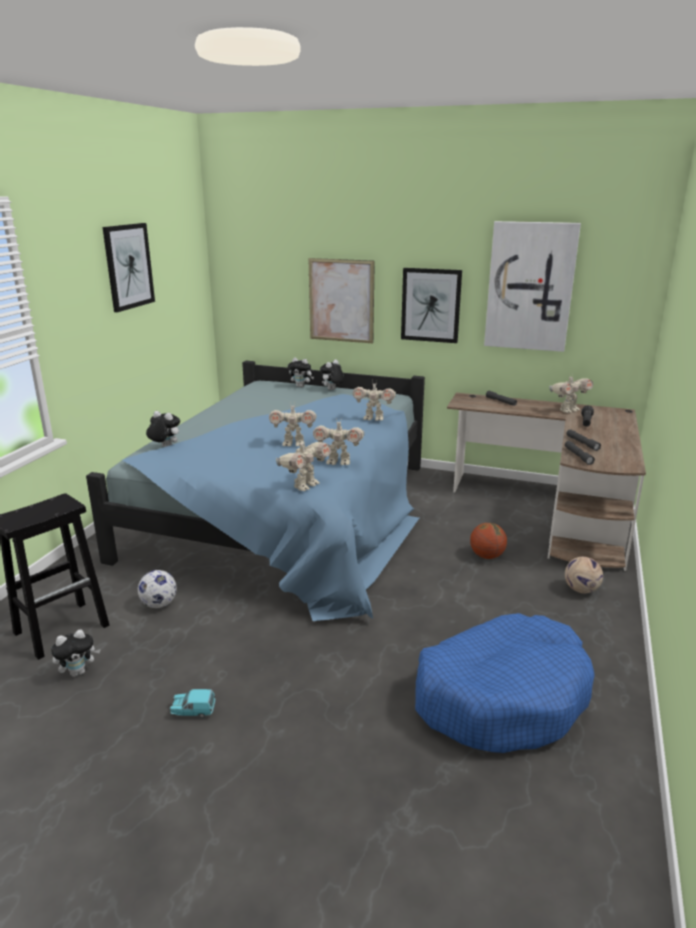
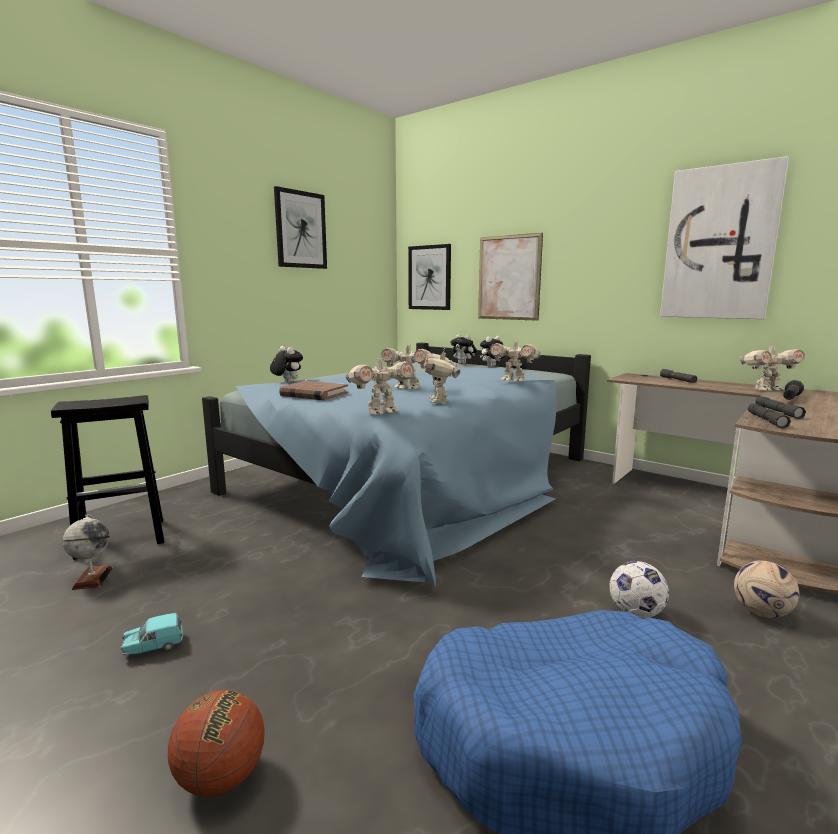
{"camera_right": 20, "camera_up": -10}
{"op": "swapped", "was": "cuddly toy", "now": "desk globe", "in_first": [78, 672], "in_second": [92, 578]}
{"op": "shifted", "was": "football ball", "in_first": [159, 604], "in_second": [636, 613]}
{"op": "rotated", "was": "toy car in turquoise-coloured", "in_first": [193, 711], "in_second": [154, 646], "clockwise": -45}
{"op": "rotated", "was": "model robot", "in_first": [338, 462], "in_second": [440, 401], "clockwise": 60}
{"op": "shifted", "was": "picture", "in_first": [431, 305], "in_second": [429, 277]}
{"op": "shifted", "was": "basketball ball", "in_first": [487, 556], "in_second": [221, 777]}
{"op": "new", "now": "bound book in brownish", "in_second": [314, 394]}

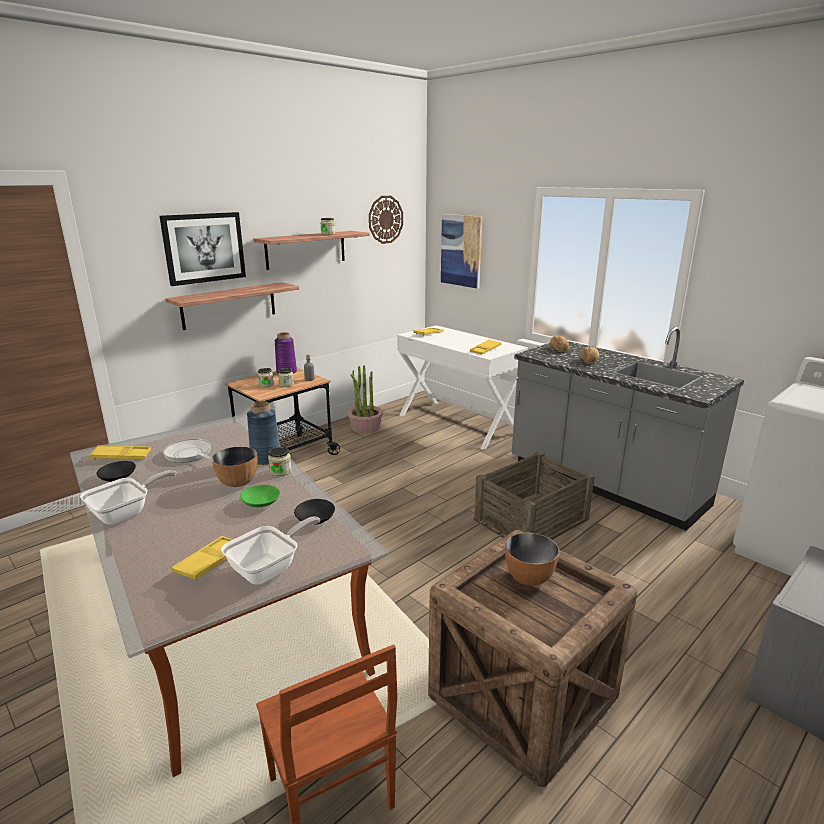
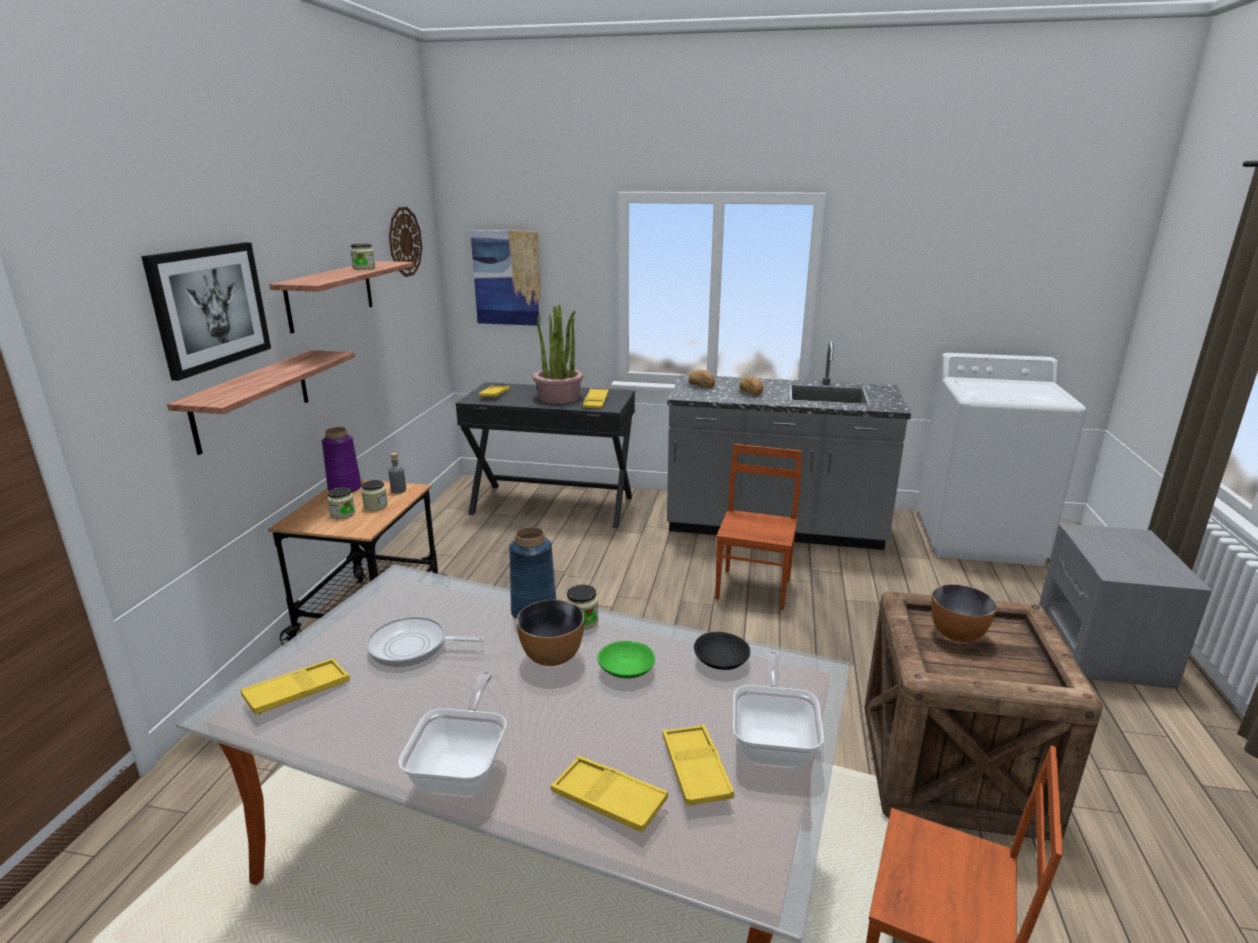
{"camera_right": -35, "camera_up": 0}
{"op": "gone", "was": "serving bowl in blackish", "in_first": [117, 477]}
{"op": "shifted", "was": "houseplant", "in_first": [365, 427], "in_second": [559, 397]}
{"op": "repainted", "was": "desk table in whitish", "now": "desk table in blackish", "in_first": [458, 423], "in_second": [553, 505]}
{"op": "swapped", "was": "crate", "now": "plain chair in brownish", "in_first": [532, 519], "in_second": [754, 588]}
{"op": "new", "now": "tray in yellow", "in_second": [608, 799]}

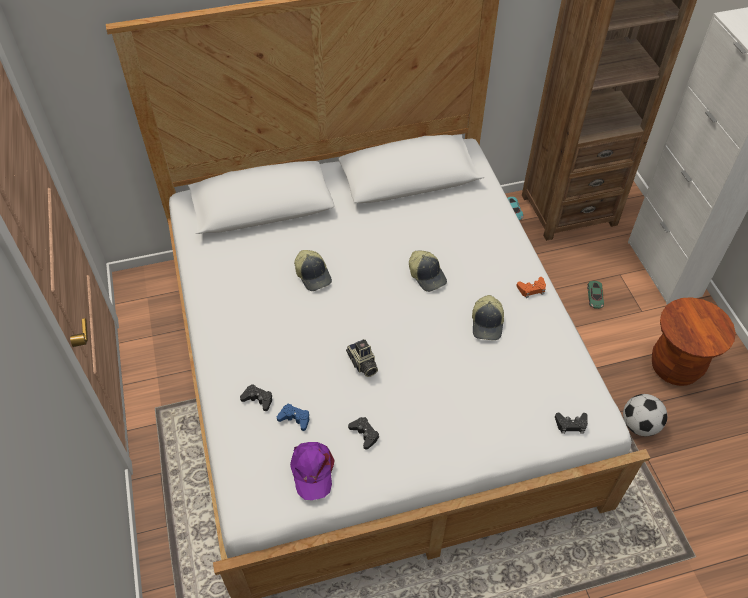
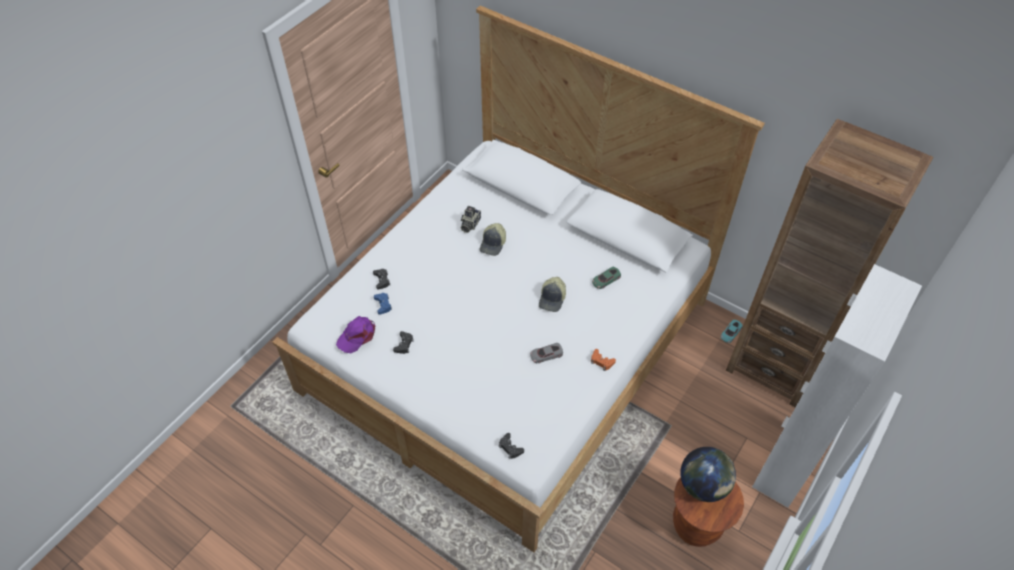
{"camera_right": 50, "camera_up": 0}
{"op": "shifted", "was": "photo camera", "in_first": [362, 364], "in_second": [469, 224]}
{"op": "swapped", "was": "baseball cap", "now": "toy car in grey", "in_first": [487, 323], "in_second": [546, 354]}
{"op": "shifted", "was": "toy car in green-coloured", "in_first": [595, 296], "in_second": [606, 279]}
{"op": "gone", "was": "football ball", "in_first": [639, 425]}
{"op": "new", "now": "desk globe", "in_second": [703, 486]}

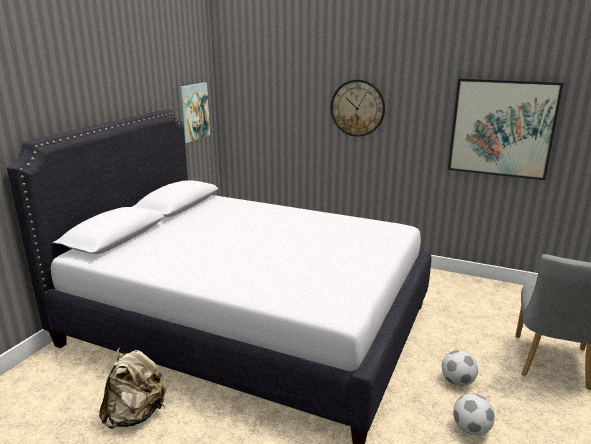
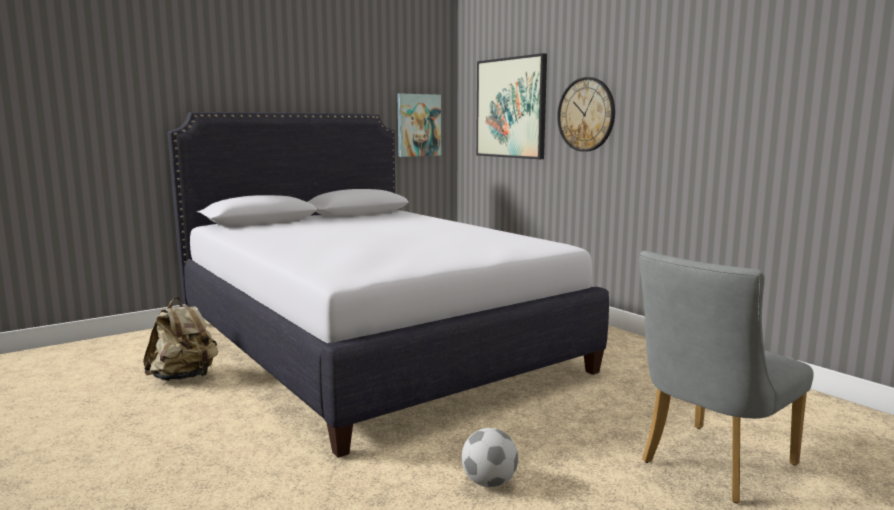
{"camera_right": 30, "camera_up": -10}
{"op": "gone", "was": "football ball", "in_first": [457, 382]}
{"op": "shifted", "was": "picture", "in_first": [502, 128], "in_second": [511, 108]}

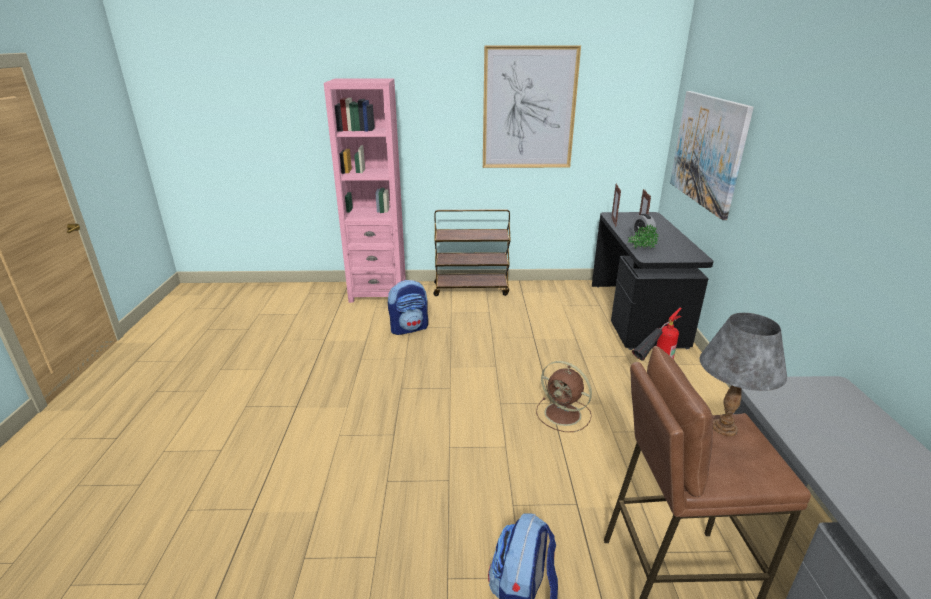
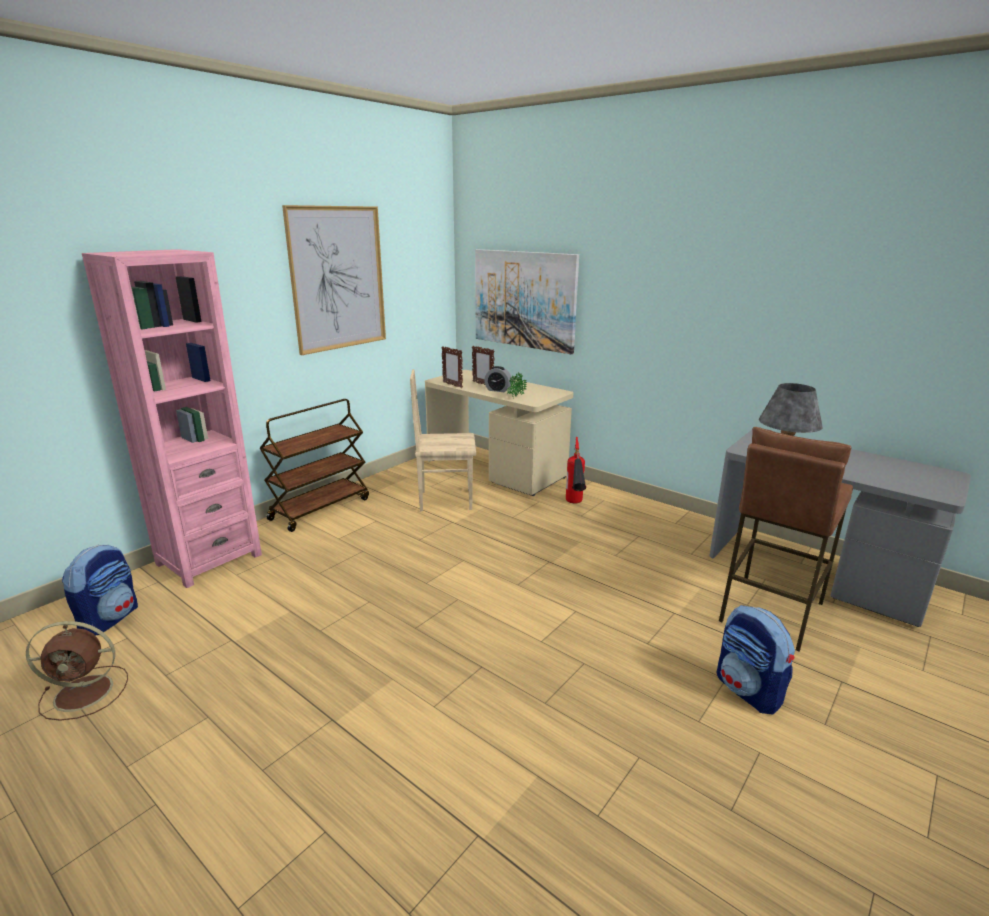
{"camera_right": -50, "camera_up": -5}
{"op": "shifted", "was": "knapsack", "in_first": [409, 328], "in_second": [110, 618]}
{"op": "shifted", "was": "cooling fan in brownish", "in_first": [564, 414], "in_second": [86, 692]}
{"op": "repainted", "was": "desk table in blackish", "now": "desk table in beige", "in_first": [637, 315], "in_second": [496, 469]}
{"op": "new", "now": "plain chair in beige", "in_second": [445, 500]}

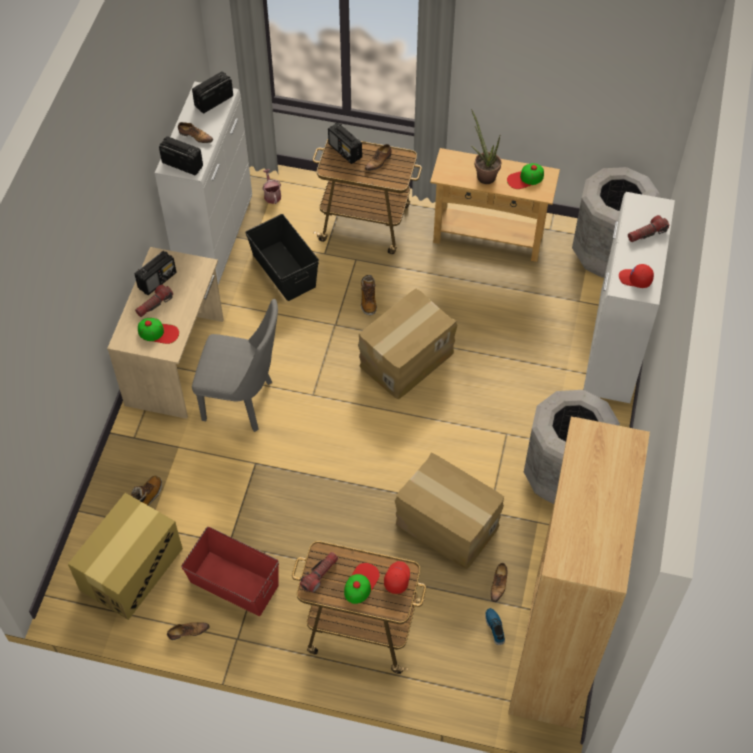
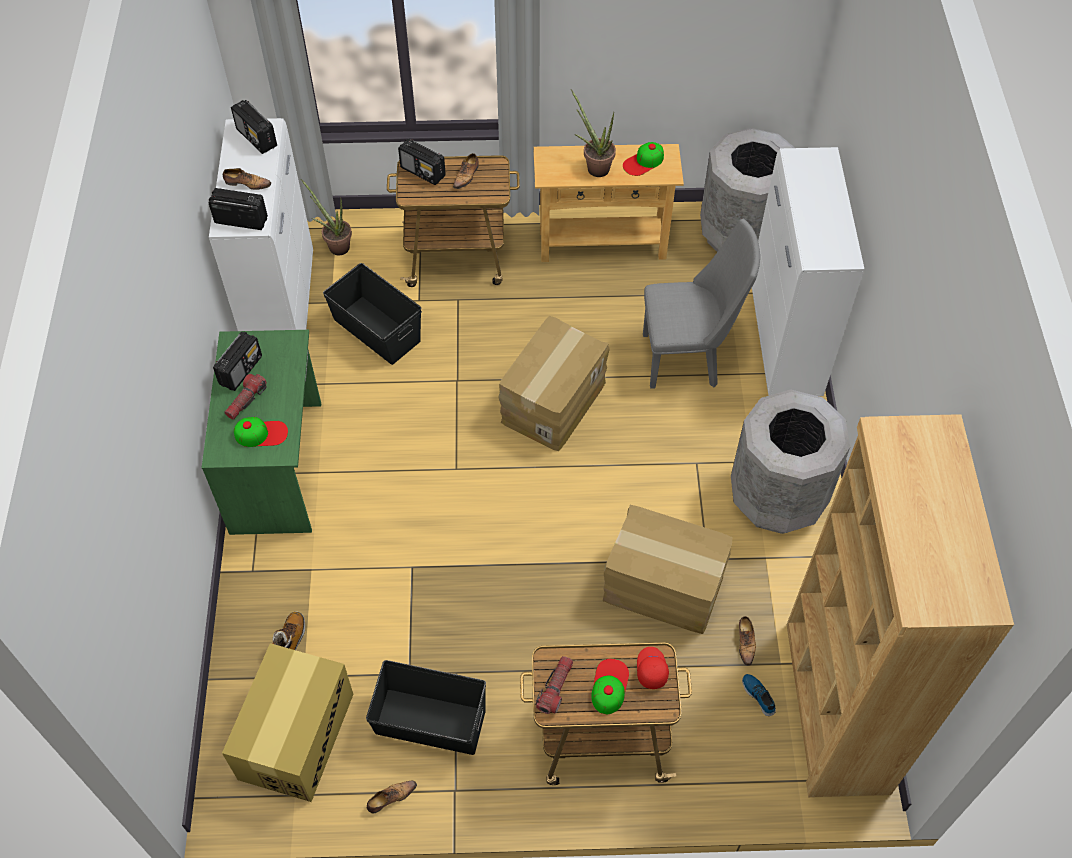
{"camera_right": -15, "camera_up": 0}
{"op": "repainted", "was": "desk table in beige", "now": "desk table in green-coloured", "in_first": [177, 361], "in_second": [279, 466]}
{"op": "repainted", "was": "storage box in reddish", "now": "storage box in blackish", "in_first": [234, 582], "in_second": [430, 720]}
{"op": "rotated", "was": "radio set", "in_first": [213, 101], "in_second": [257, 138], "clockwise": -75}
{"op": "shifted", "was": "plain chair in grey", "in_first": [244, 402], "in_second": [687, 358]}
{"op": "swapped", "was": "watering pot", "now": "houseplant", "in_first": [272, 195], "in_second": [335, 245]}
{"op": "gone", "was": "high-top boot", "in_first": [368, 301]}
{"op": "gone", "was": "baseball cap in reddish", "in_first": [635, 279]}
{"op": "gone", "was": "flashlight", "in_first": [647, 233]}

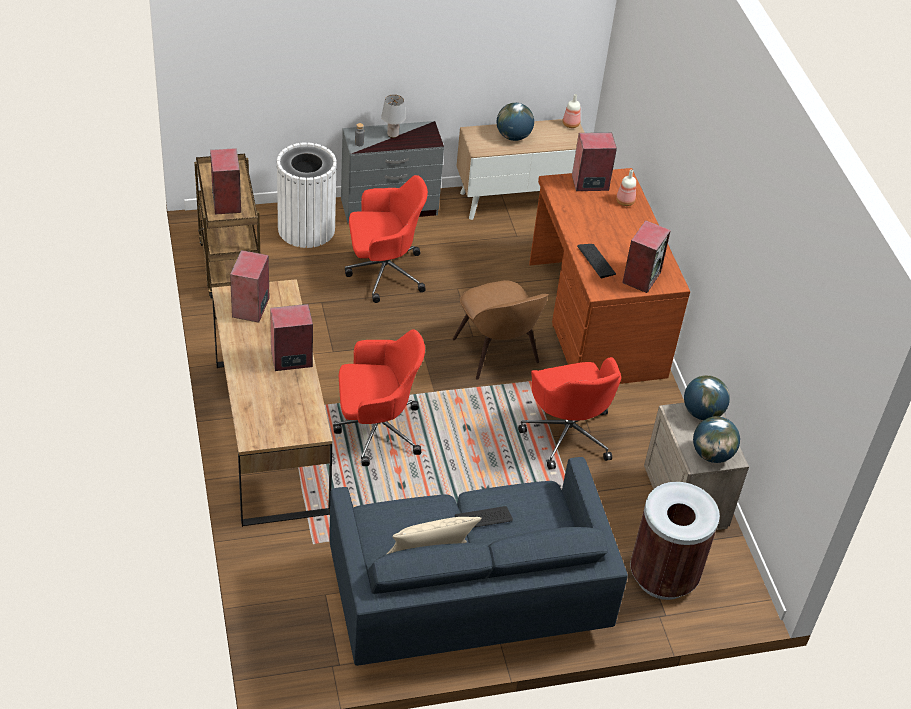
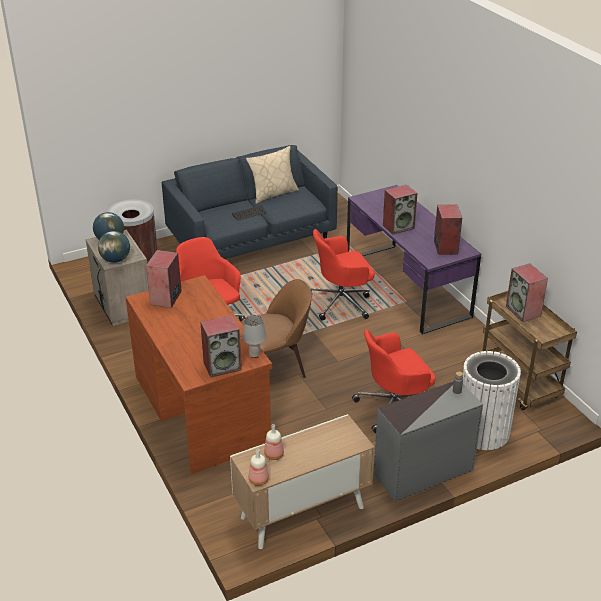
{"camera_right": 170, "camera_up": -10}
{"op": "repainted", "was": "desk table in brownish", "now": "desk table in purple-coloured", "in_first": [271, 436], "in_second": [406, 287]}
{"op": "shifted", "was": "table lamp in grey", "in_first": [393, 135], "in_second": [254, 354]}
{"op": "rotated", "was": "plain chair in brownish", "in_first": [497, 353], "in_second": [275, 366], "clockwise": 105}
{"op": "gone", "was": "desk globe", "in_first": [513, 136]}
{"op": "gone", "was": "keyboard", "in_first": [596, 261]}
{"op": "shifted", "was": "bottle", "in_first": [625, 202], "in_second": [274, 454]}

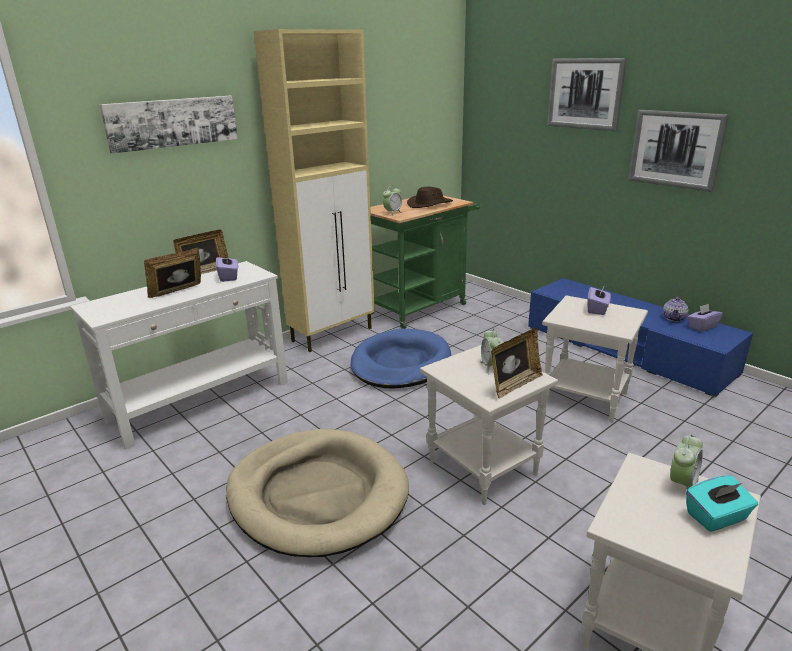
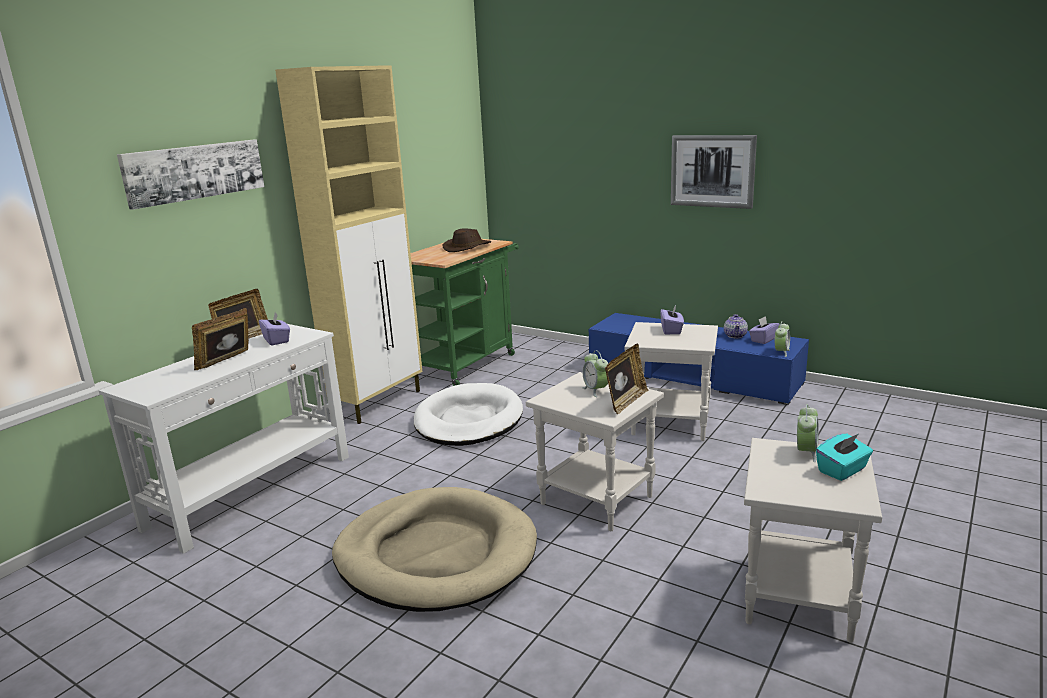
{"camera_right": -15, "camera_up": -5}
{"op": "repainted", "was": "dog bed in bluish", "now": "dog bed in whitish", "in_first": [400, 363], "in_second": [468, 420]}
{"op": "shifted", "was": "bedside clock", "in_first": [392, 213], "in_second": [781, 352]}
{"op": "gone", "was": "picture", "in_first": [585, 94]}

